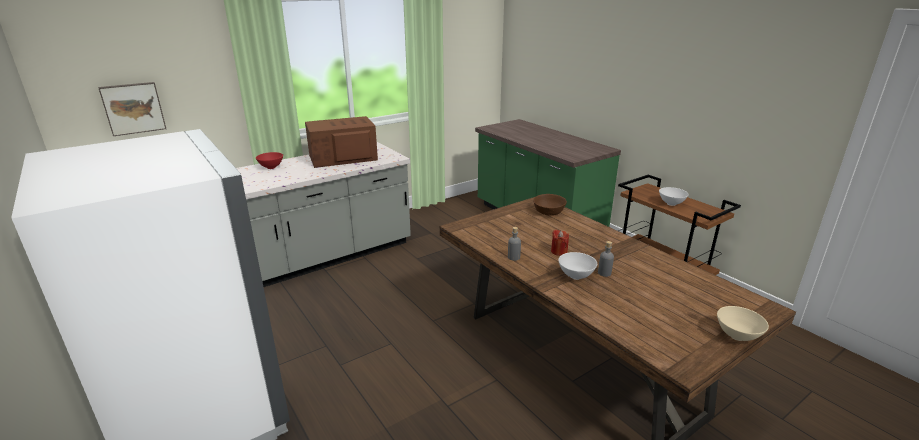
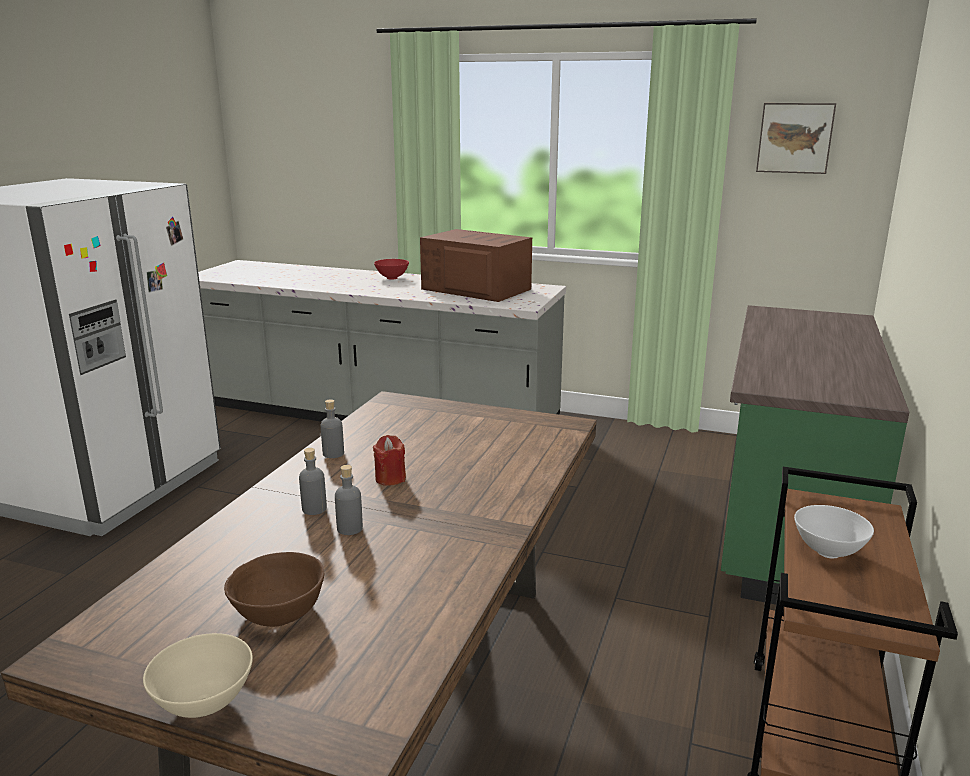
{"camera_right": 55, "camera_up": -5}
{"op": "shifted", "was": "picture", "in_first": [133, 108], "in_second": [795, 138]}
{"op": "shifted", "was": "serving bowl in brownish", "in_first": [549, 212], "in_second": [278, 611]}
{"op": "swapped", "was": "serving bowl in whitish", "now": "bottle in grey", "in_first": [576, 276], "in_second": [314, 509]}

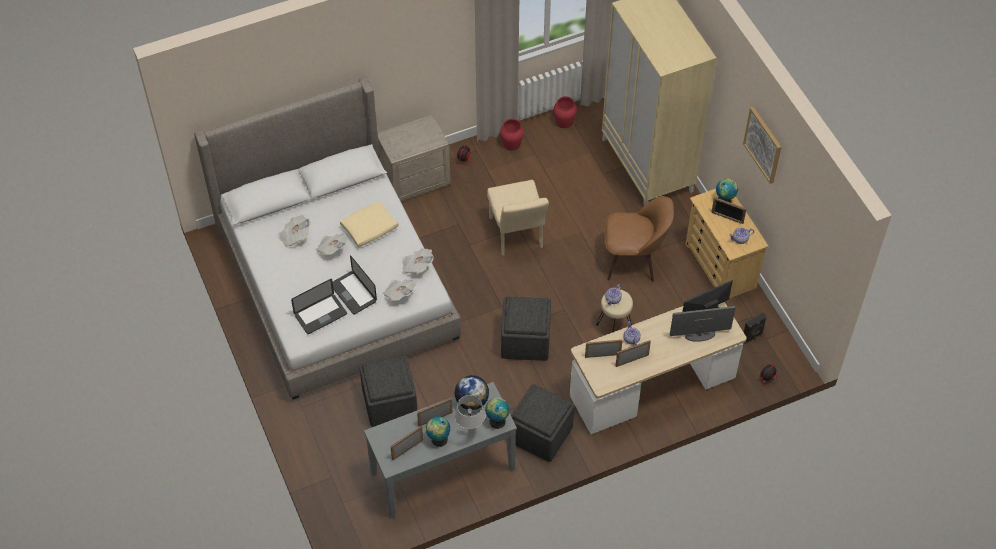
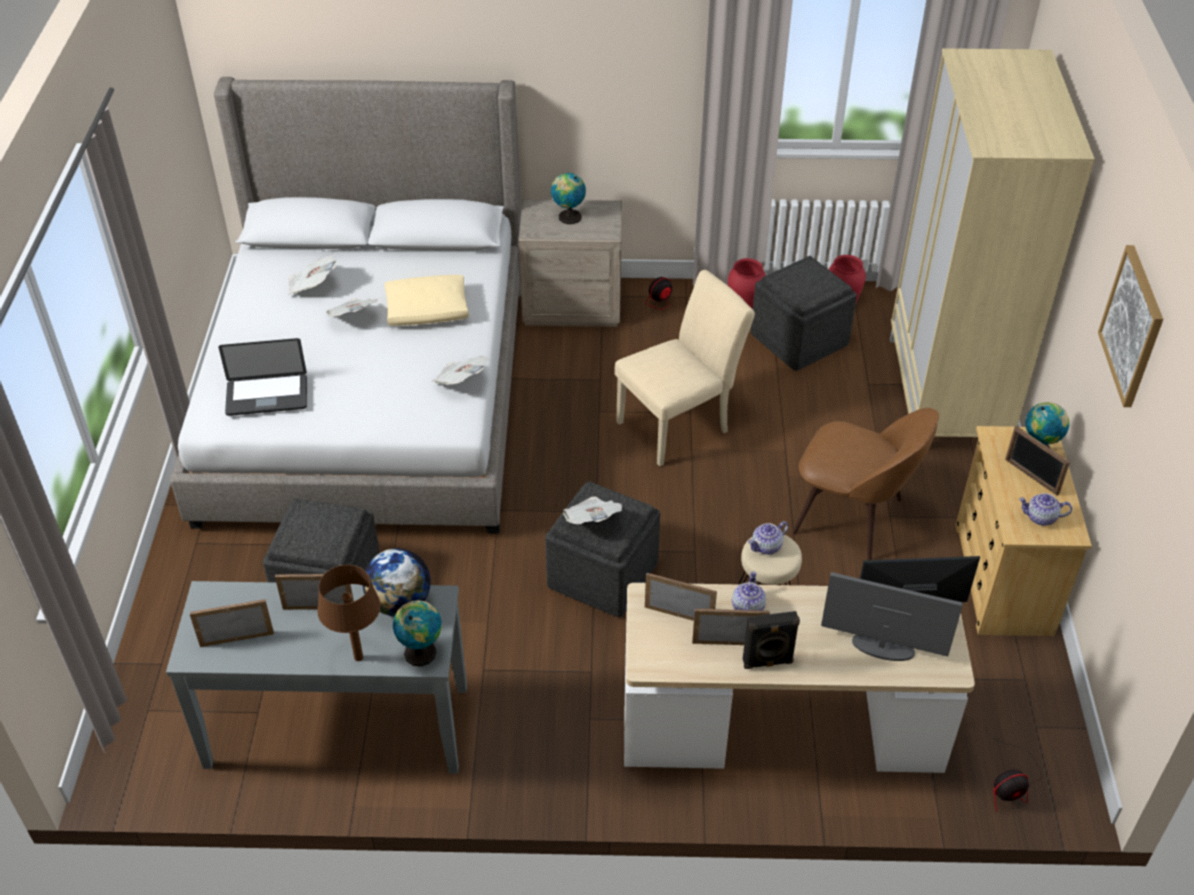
{"camera_right": 25, "camera_up": -10}
{"op": "gone", "was": "portable computer", "in_first": [353, 293]}
{"op": "shifted", "was": "daily paper", "in_first": [399, 294], "in_second": [592, 521]}
{"op": "shifted", "was": "desk globe", "in_first": [438, 439], "in_second": [568, 217]}
{"op": "repainted", "was": "table lamp in grey", "now": "table lamp in brownish", "in_first": [470, 435], "in_second": [359, 657]}
{"op": "rotated", "was": "plain chair in beige", "in_first": [517, 236], "in_second": [680, 424], "clockwise": -135}
{"op": "shifted", "was": "footrest in grey", "in_first": [540, 433], "in_second": [799, 339]}
{"op": "shifted", "was": "speaker in blackish", "in_first": [752, 337], "in_second": [767, 662]}

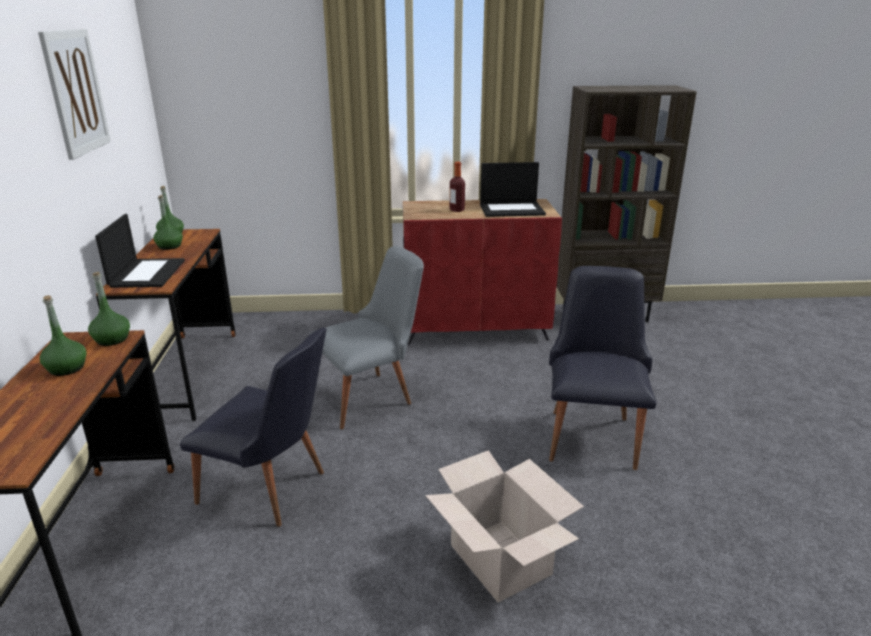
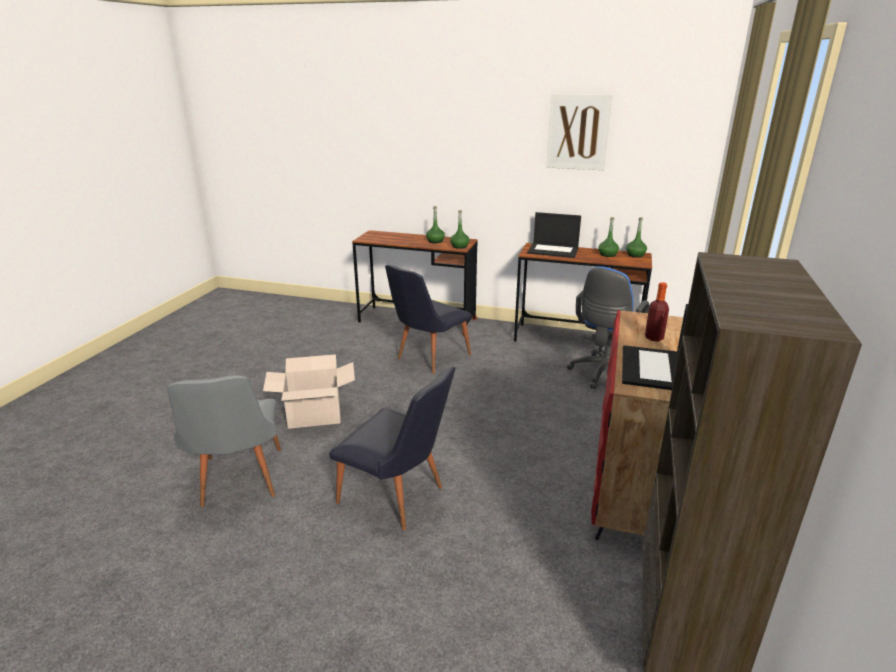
{"camera_right": 110, "camera_up": 0}
{"op": "shifted", "was": "plain chair in grey", "in_first": [371, 397], "in_second": [239, 483]}
{"op": "new", "now": "desk chair in bluish", "in_second": [603, 374]}

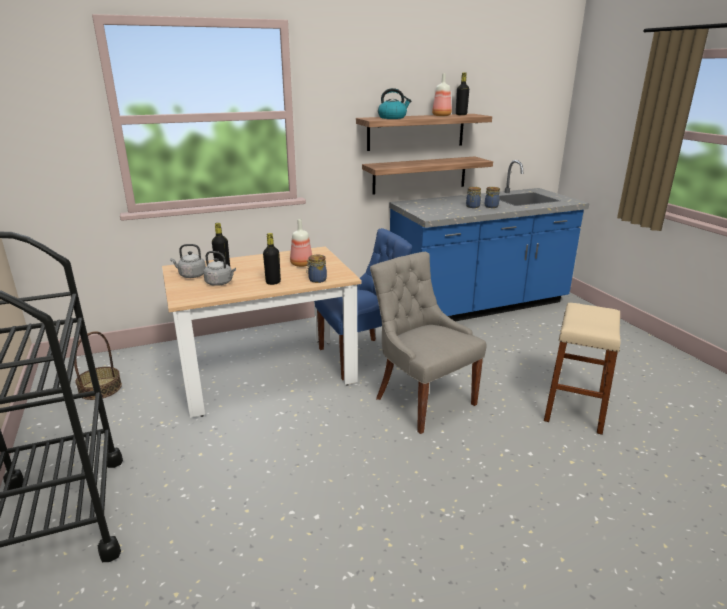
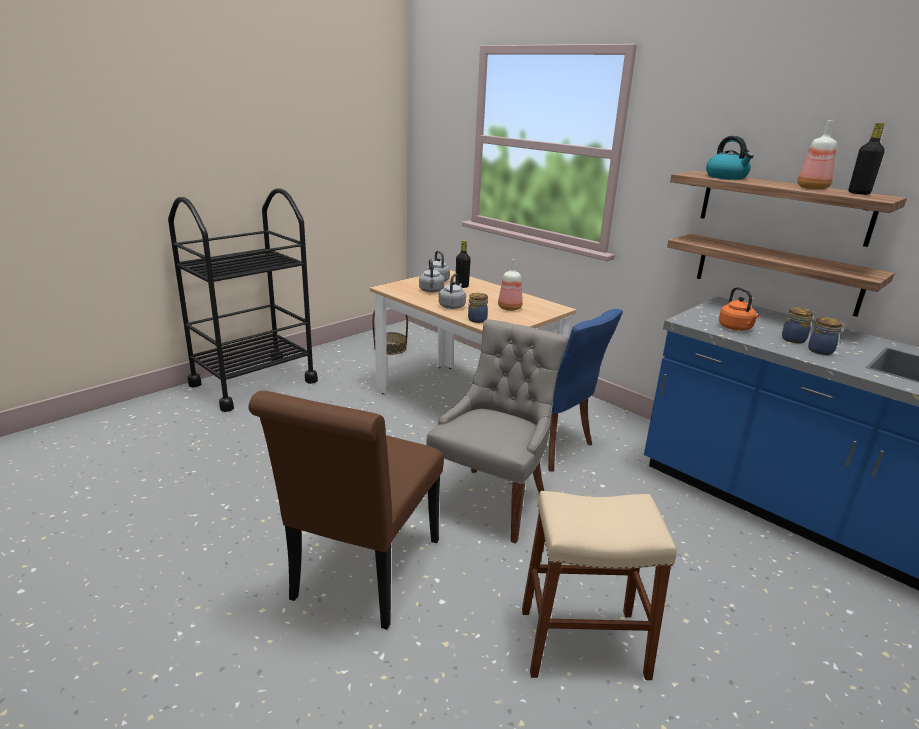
{"camera_right": 65, "camera_up": 0}
{"op": "swapped", "was": "bottle in blackish", "now": "water kettle in grey", "in_first": [273, 282], "in_second": [452, 306]}
{"op": "new", "now": "plain chair in brownish", "in_second": [362, 576]}
{"op": "new", "now": "water kettle in orange", "in_second": [736, 328]}

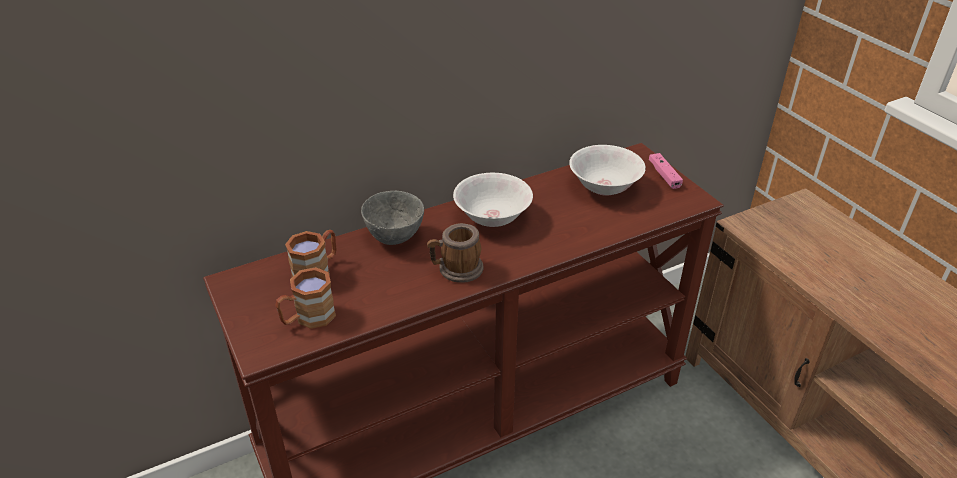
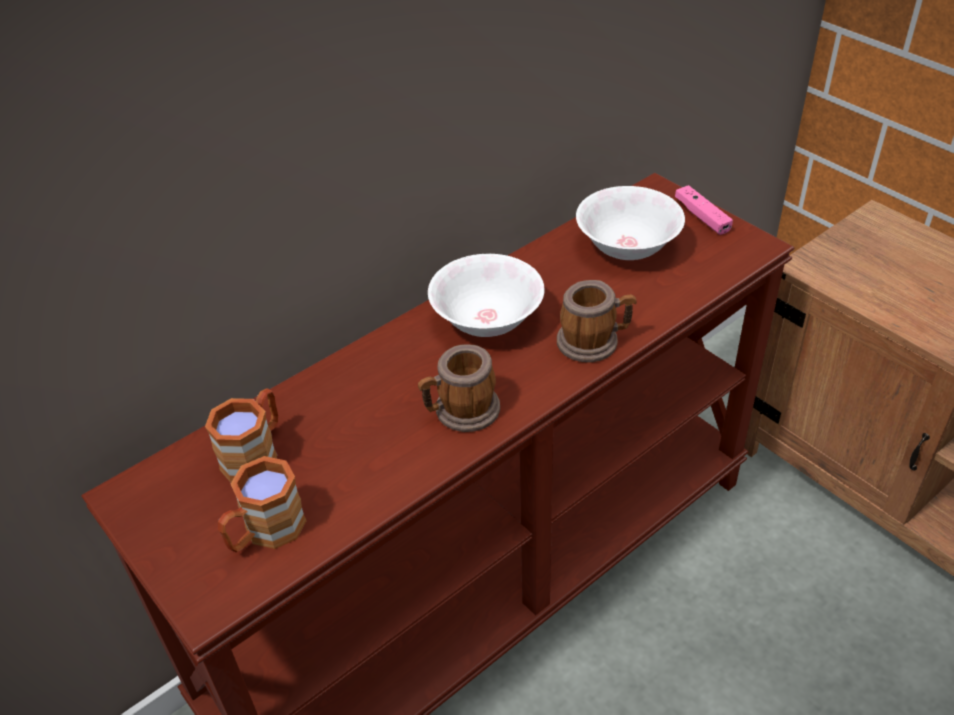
{"camera_right": -10, "camera_up": 5}
{"op": "gone", "was": "serving bowl in grey", "in_first": [395, 237]}
{"op": "new", "now": "tea mug", "in_second": [594, 341]}

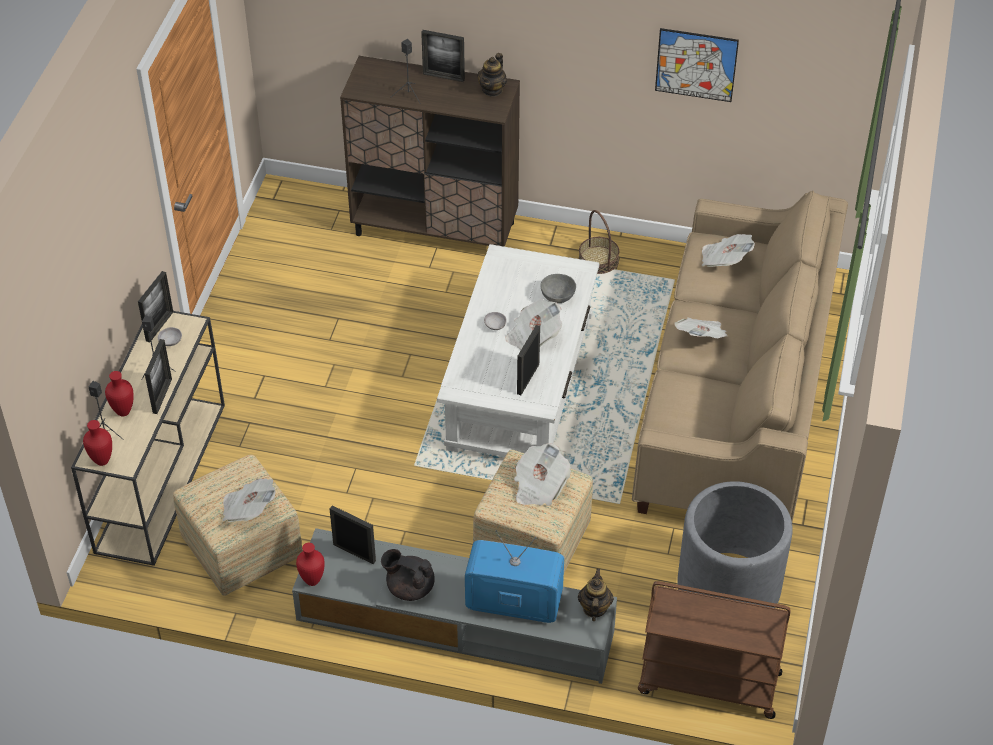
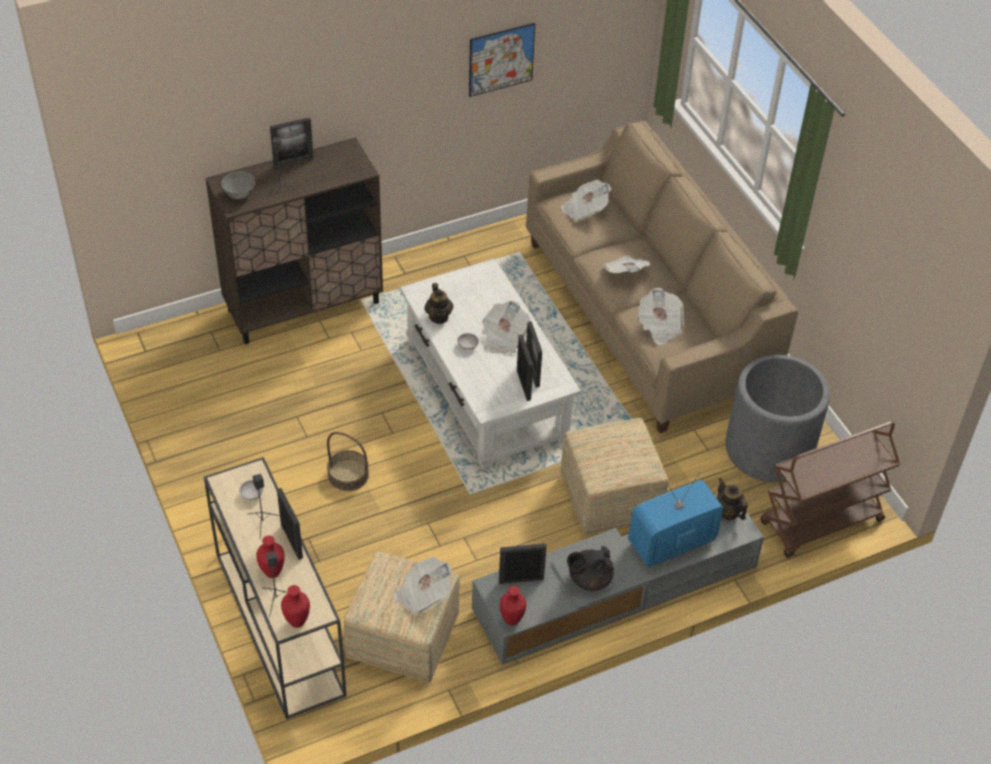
{"camera_right": -40, "camera_up": 0}
{"op": "shifted", "was": "standing frame", "in_first": [159, 326], "in_second": [523, 385]}
{"op": "shifted", "was": "tea pot", "in_first": [492, 90], "in_second": [439, 317]}
{"op": "shifted", "was": "daily paper", "in_first": [539, 486], "in_second": [659, 326]}
{"op": "shifted", "was": "serving bowl in grey", "in_first": [557, 297], "in_second": [239, 194]}
{"op": "shifted", "was": "storage basket", "in_first": [598, 260], "in_second": [348, 475]}

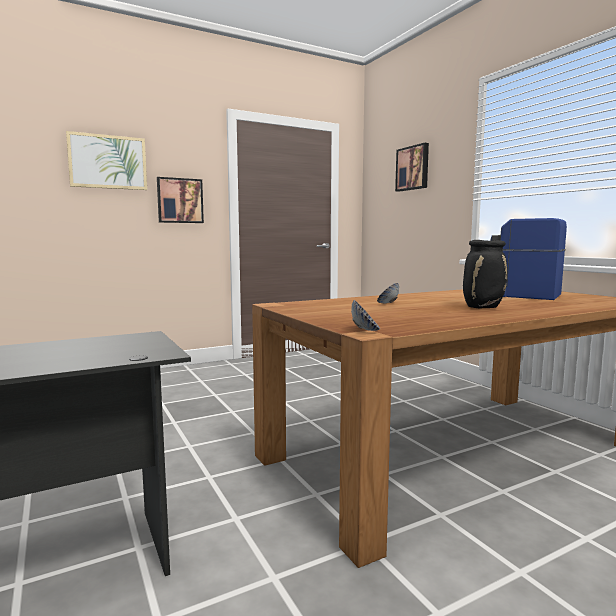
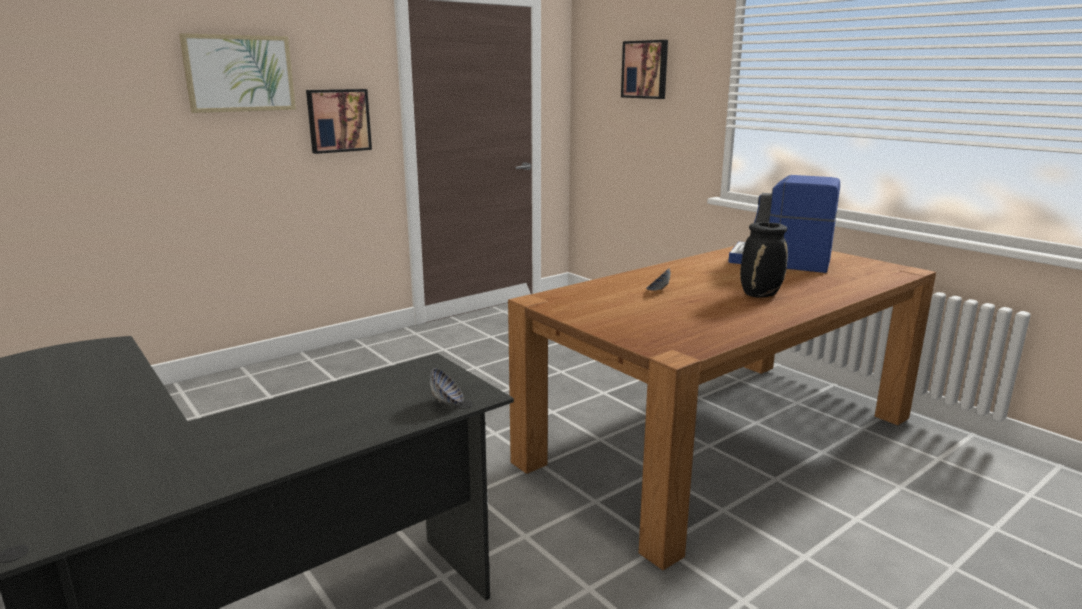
{"camera_right": -10, "camera_up": 10}
{"op": "shifted", "was": "serving bowl", "in_first": [365, 330], "in_second": [447, 401]}

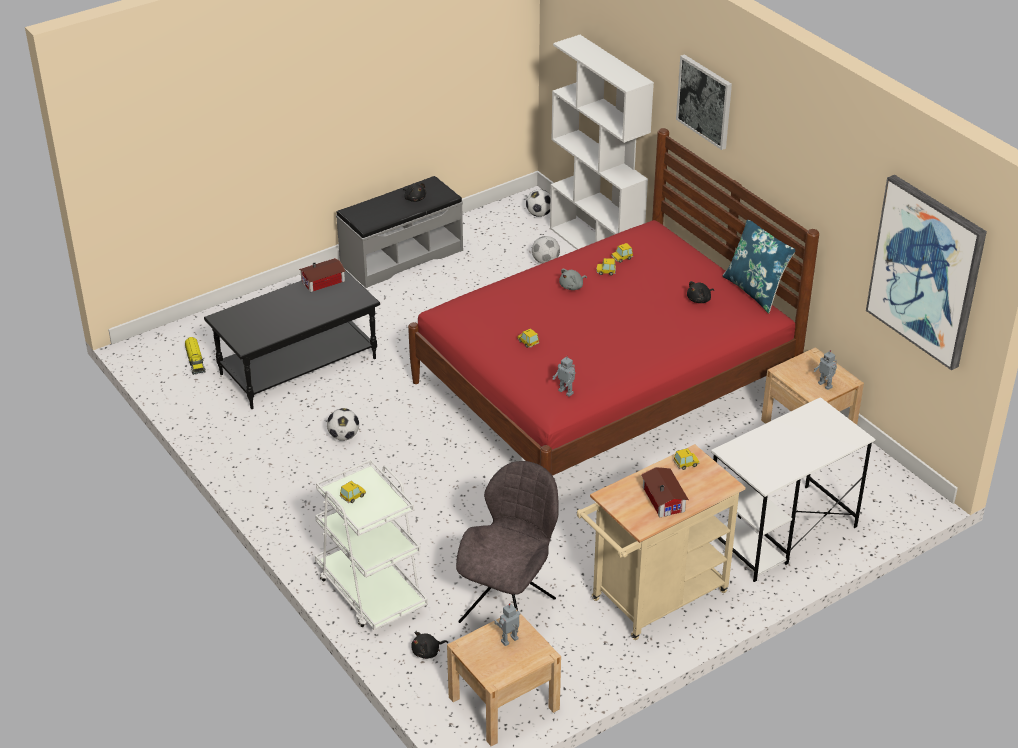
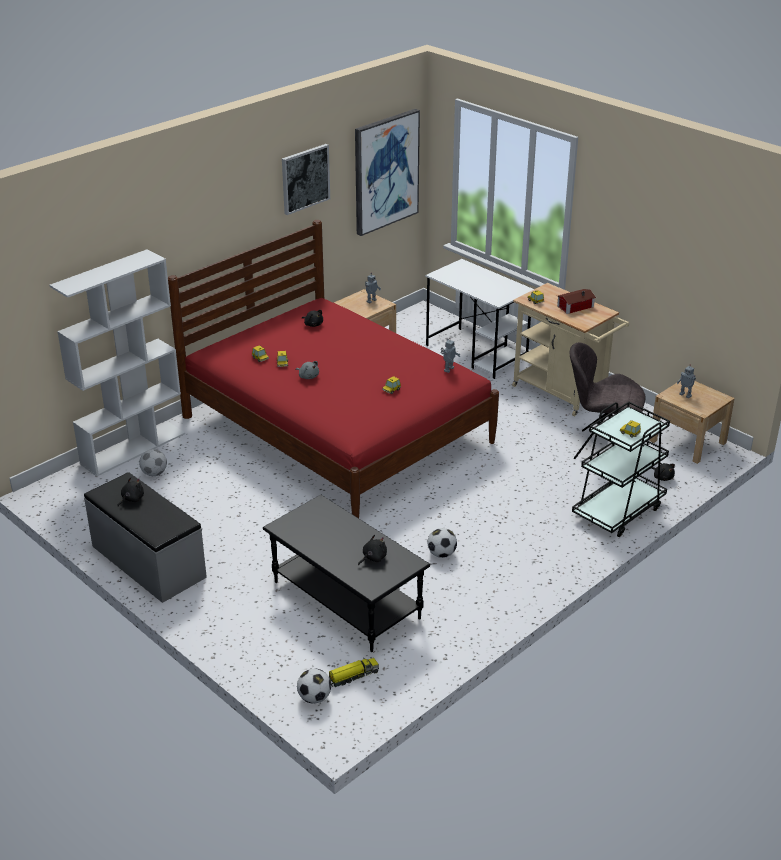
{"camera_right": -100, "camera_up": -5}
{"op": "gone", "was": "toy house", "in_first": [324, 281]}
{"op": "repainted", "was": "cart in whitish", "now": "cart in blackish", "in_first": [371, 591], "in_second": [618, 511]}
{"op": "shifted", "was": "football ball", "in_first": [539, 214], "in_second": [314, 698]}
{"op": "shifted", "was": "picture", "in_first": [705, 101], "in_second": [305, 178]}
{"op": "gone", "was": "cushion in bluish", "in_first": [755, 290]}
{"op": "new", "now": "cuddly toy in blackish", "in_second": [373, 558]}

